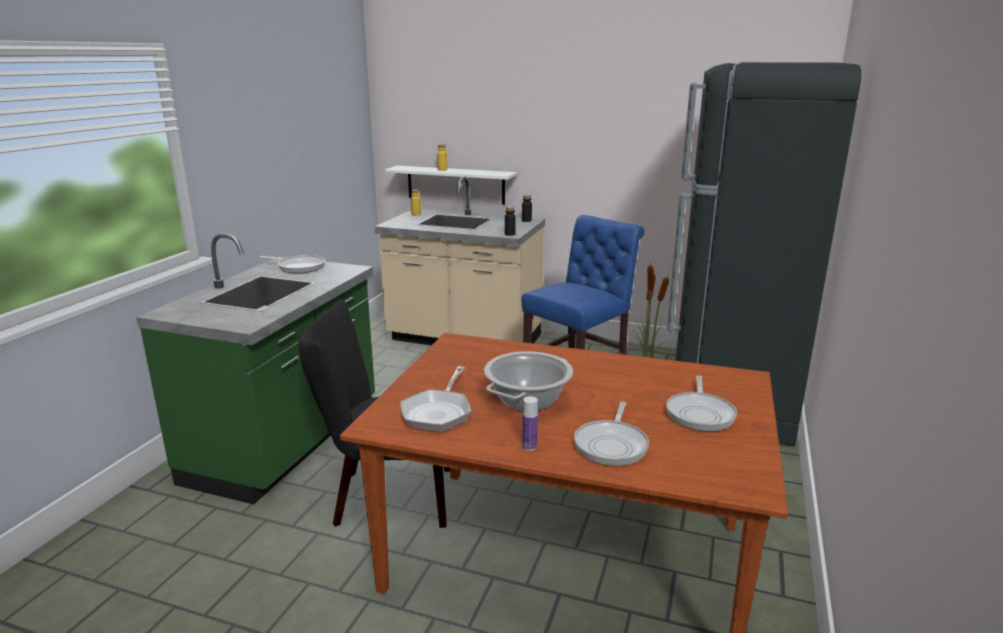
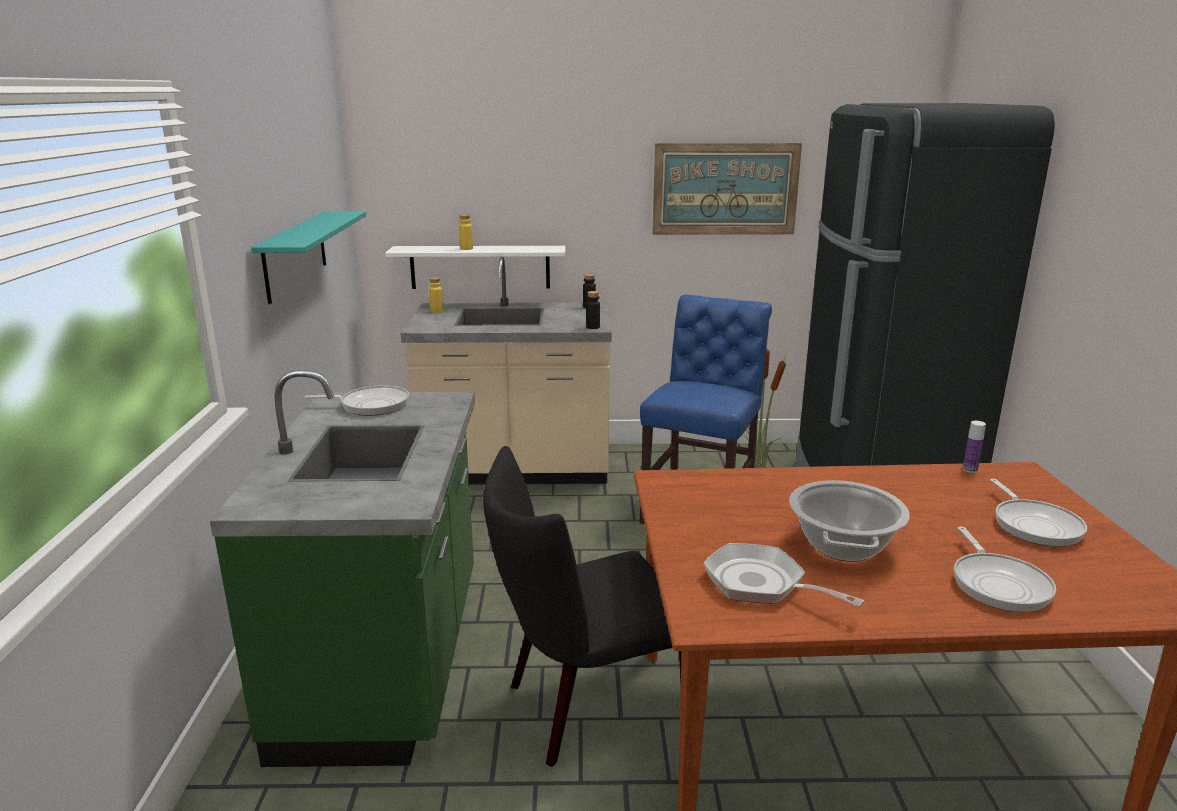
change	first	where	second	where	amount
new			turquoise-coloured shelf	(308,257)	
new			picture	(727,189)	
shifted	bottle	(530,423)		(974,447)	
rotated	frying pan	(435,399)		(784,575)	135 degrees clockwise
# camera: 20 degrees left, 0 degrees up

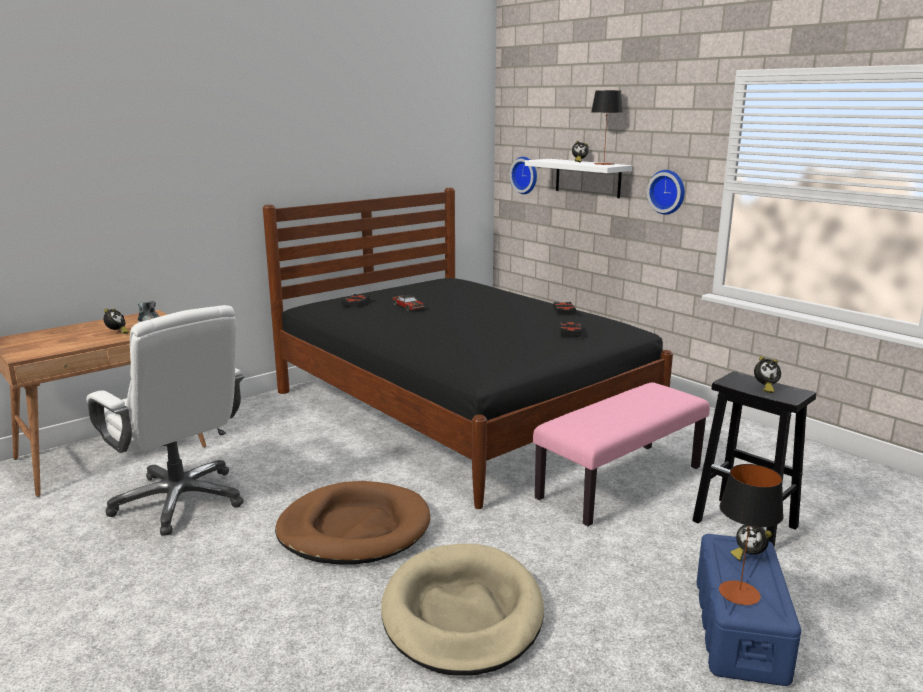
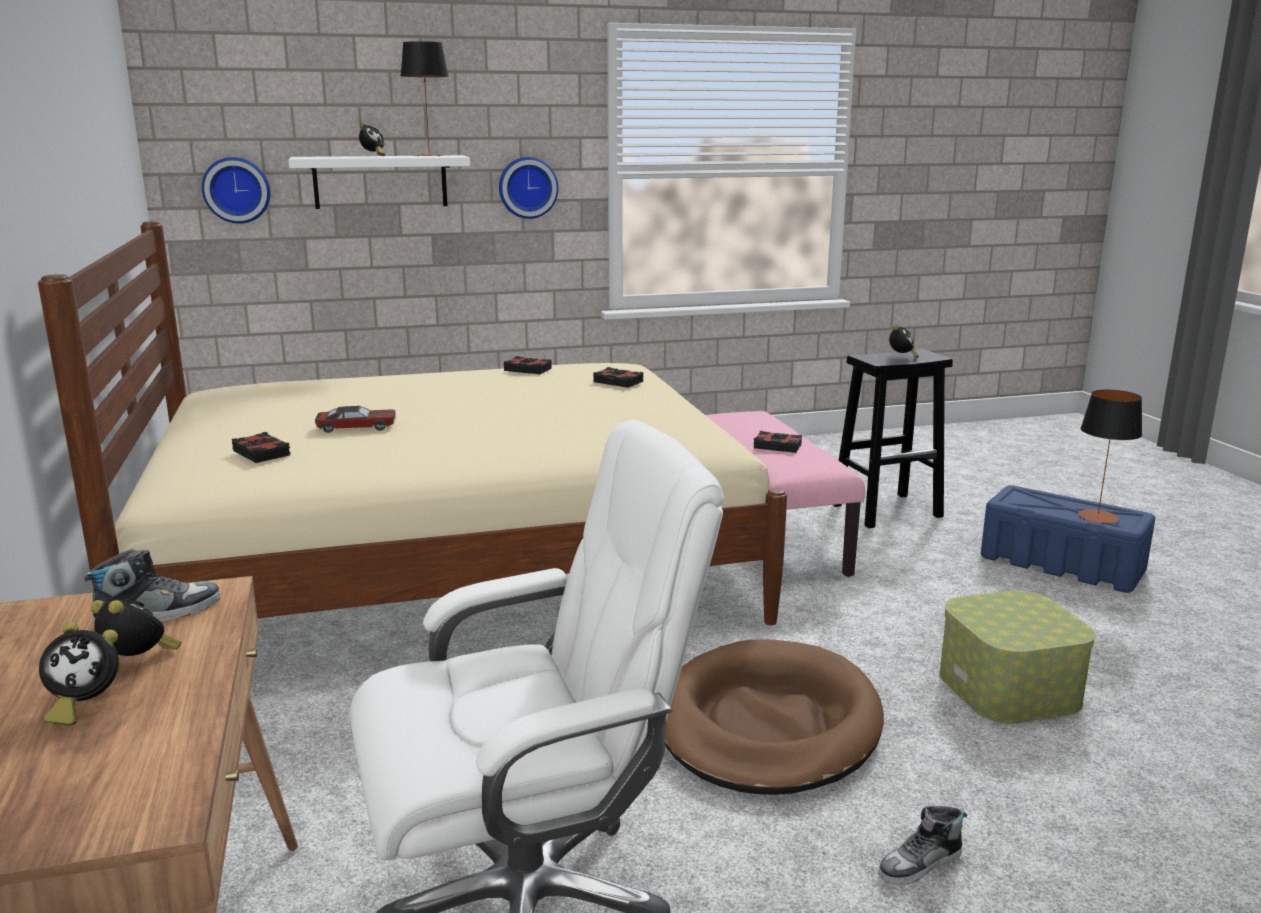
change	first	where	second	where	amount
new			blackish volume	(778,442)	
new			item of footwear	(922,846)	
shifted	table clock	(751,543)		(79,674)	
swapped	beige-coloured dog cushion	(462,610)	storage bin	(1017,657)	
repainted	blackish bed	(468,348)	beige-coloured bed	(412,423)	
# camera: 65 degrees left, 0 degrees up

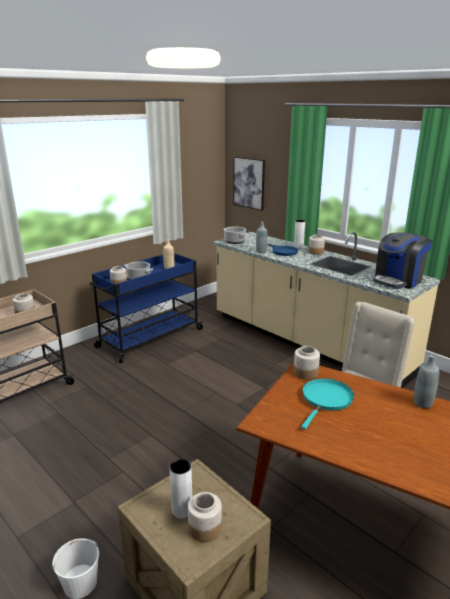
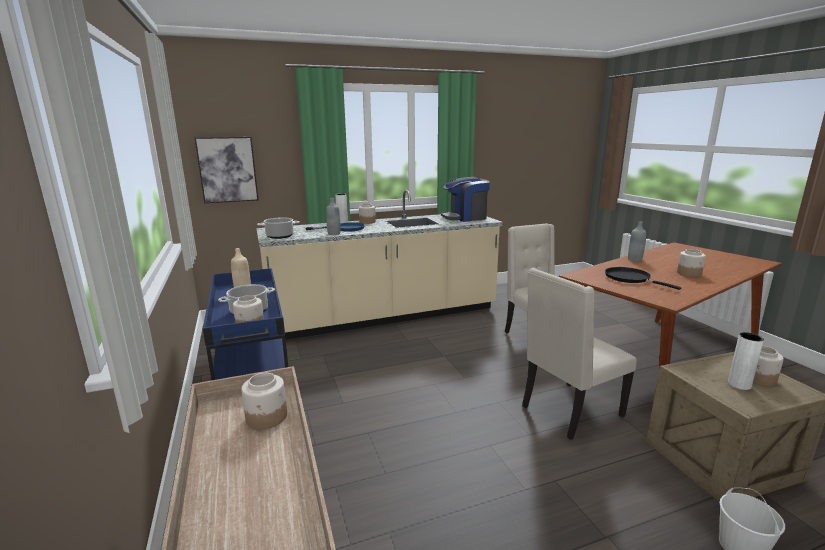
change	first	where	second	where	amount
new			beige-coloured chair	(579,354)	
shifted	preserve jar	(306,363)		(691,263)	
repainted	turquoise-coloured frying pan	(327,404)	blackish frying pan	(643,278)	
rotated	coffee machine	(403,260)		(465,199)	90 degrees clockwise
# camera: 65 degrees left, 5 degrees down

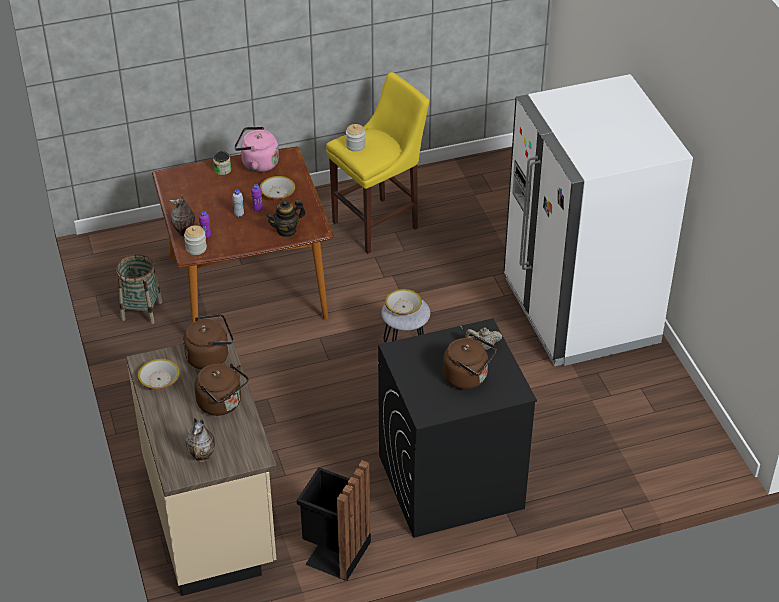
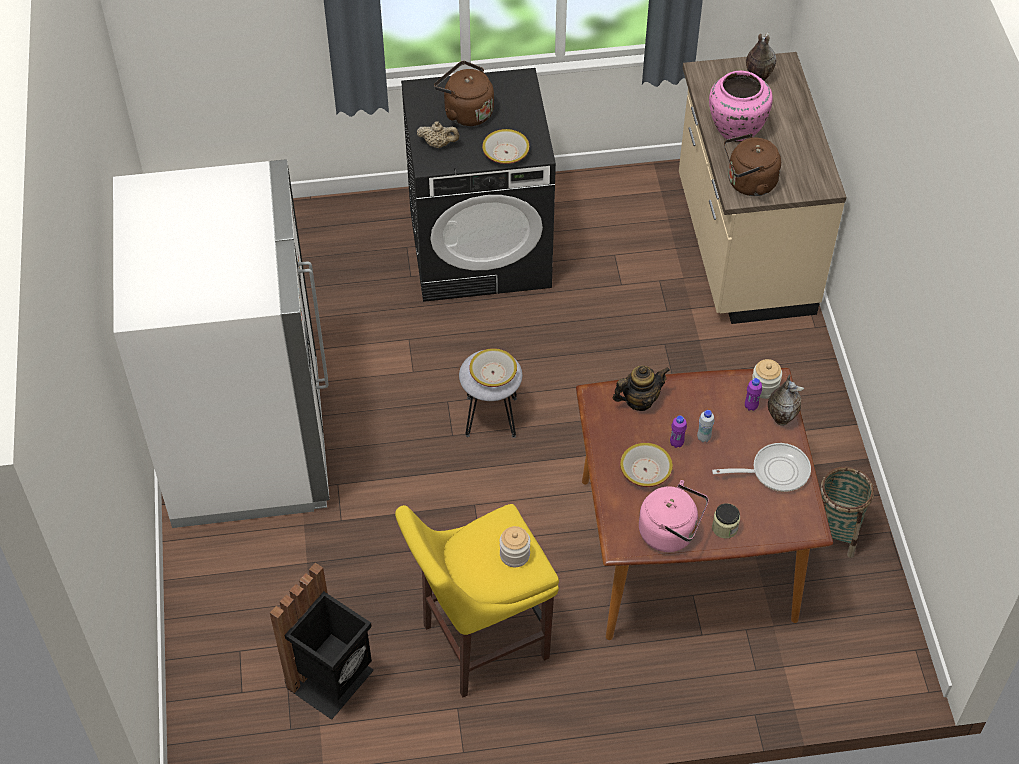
change	first	where	second	where	amount
new			frying pan	(761,467)	
shifted	bowl	(159,374)		(506,146)	
shifted	blackish trash can	(333,520)		(322,641)	
swapped	brown tea kettle	(221,389)	pinkish decorative vase	(741,106)	
# camera: 170 degrees left, 10 degrees up

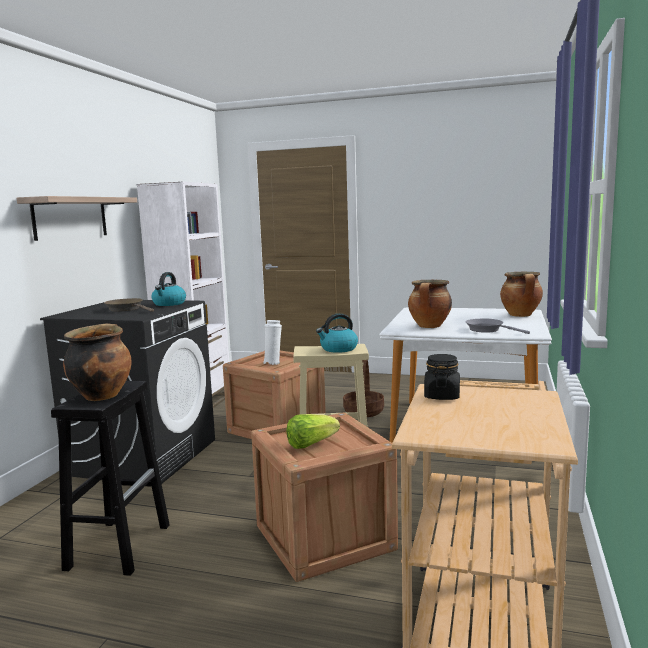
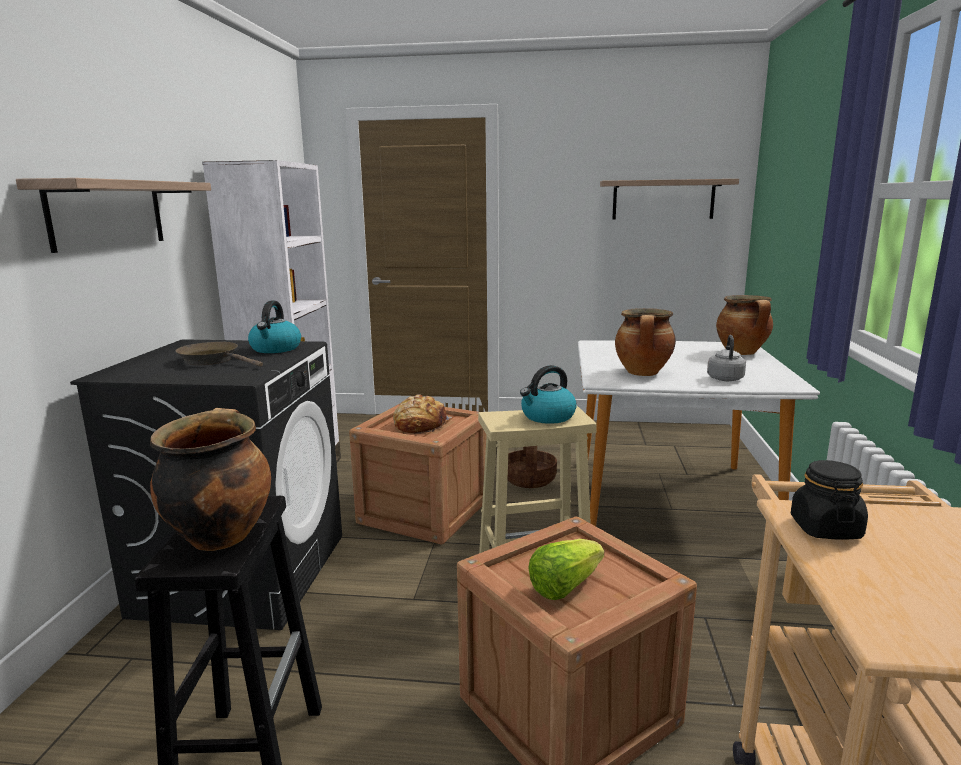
change	first	where	second	where	amount
new			shelf	(669,199)	
swapped	white-coloured decorative vase	(272,342)	baked bread	(422,414)	
swapped	grey frying pan	(497,326)	grey tea kettle	(726,358)	
# camera: 10 degrees left, 5 degrees up

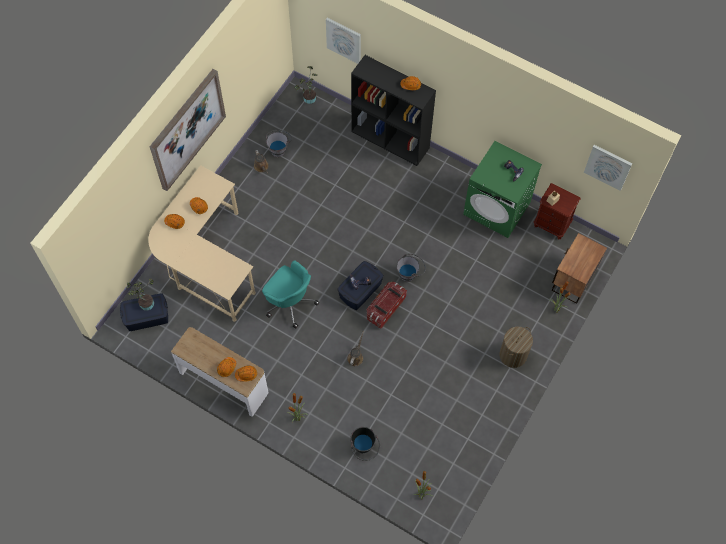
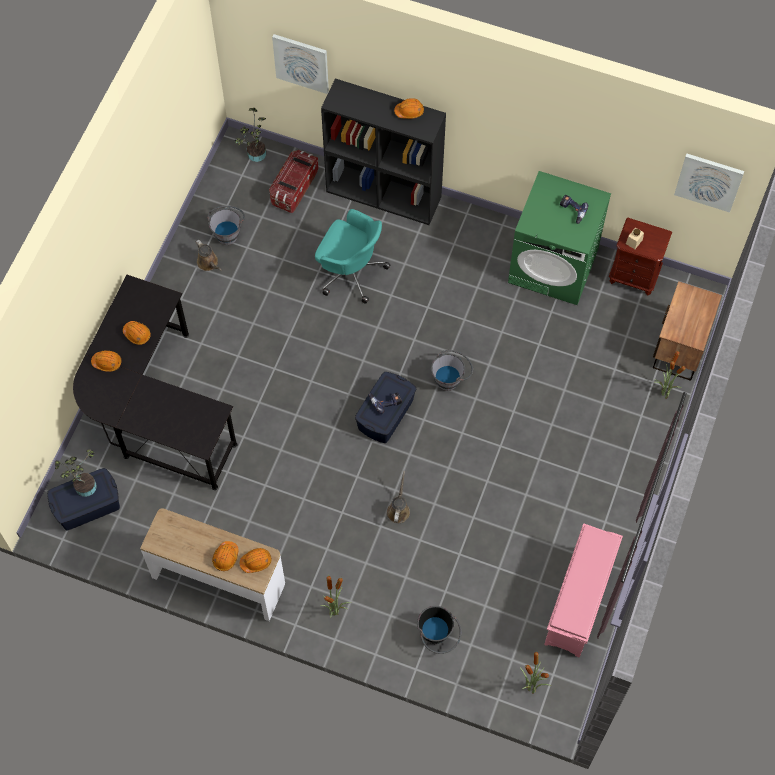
change	first	where	second	where	amount
gone	picture	(187,130)			
gone	laundry basket	(516,347)			
new			pinkish shoe shelf	(583,590)	
shifted	turquoise-coloured computer chair	(290,294)		(352,256)	
shifted	storage bin	(387,305)		(294,181)	
repainted	beige-coloured desk unit	(202,243)	blackish desk unit	(155,382)	
# camera: 10 degrees left, 0 degrees up

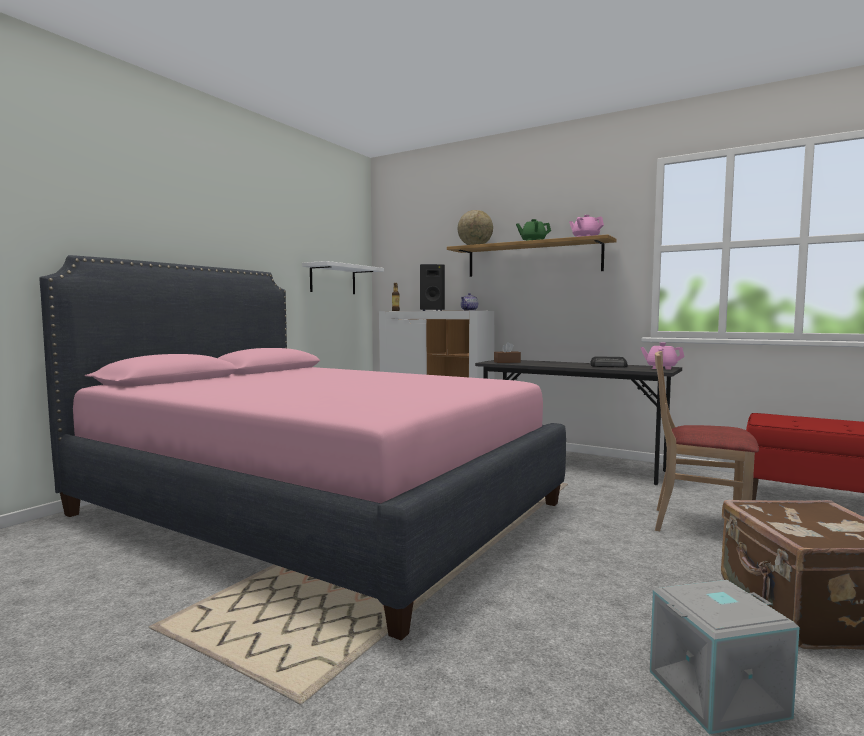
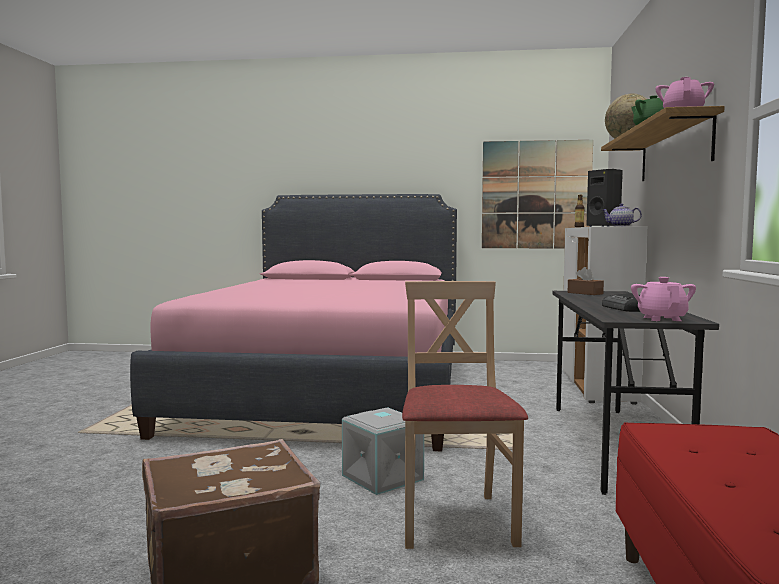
change	first	where	second	where	amount
shifted	grey storage bin	(725,657)		(383,451)	
swapped	white-coloured shelf	(343,277)	picture	(537,194)	
# camera: 65 degrees right, 0 degrees up

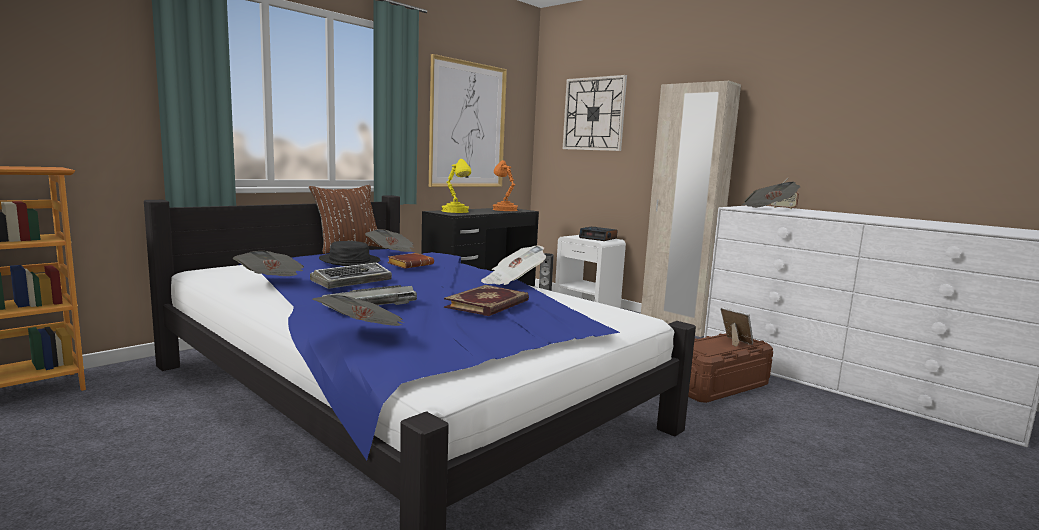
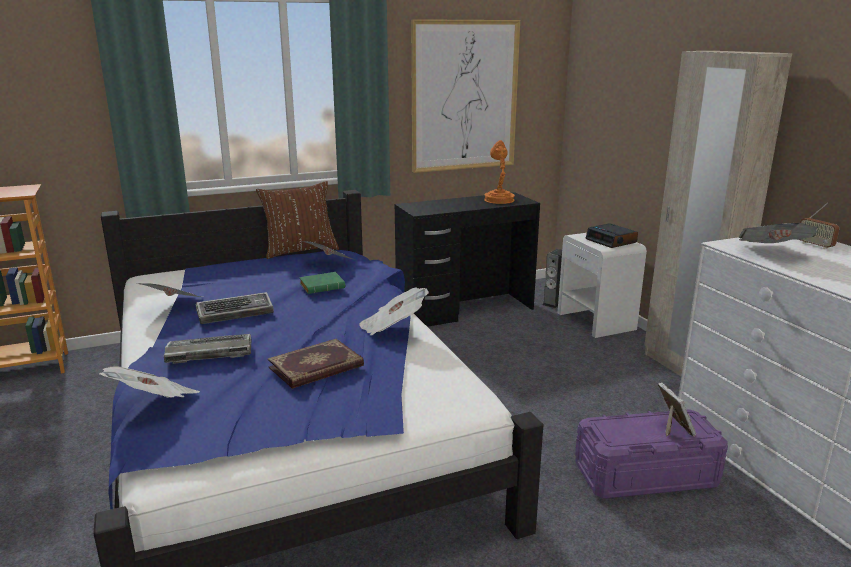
change	first	where	second	where	amount
gone	blackish wearable hat	(349,253)			
gone	yellow-coloured tabletop lamp	(456,186)			
gone	hanging clock	(595,113)			
repainted	brown volume	(410,261)	greenish volume	(322,283)	
repainted	brown storage bin	(730,368)	purple-coloured storage bin	(651,454)	
# camera: 25 degrees right, 10 degrees up

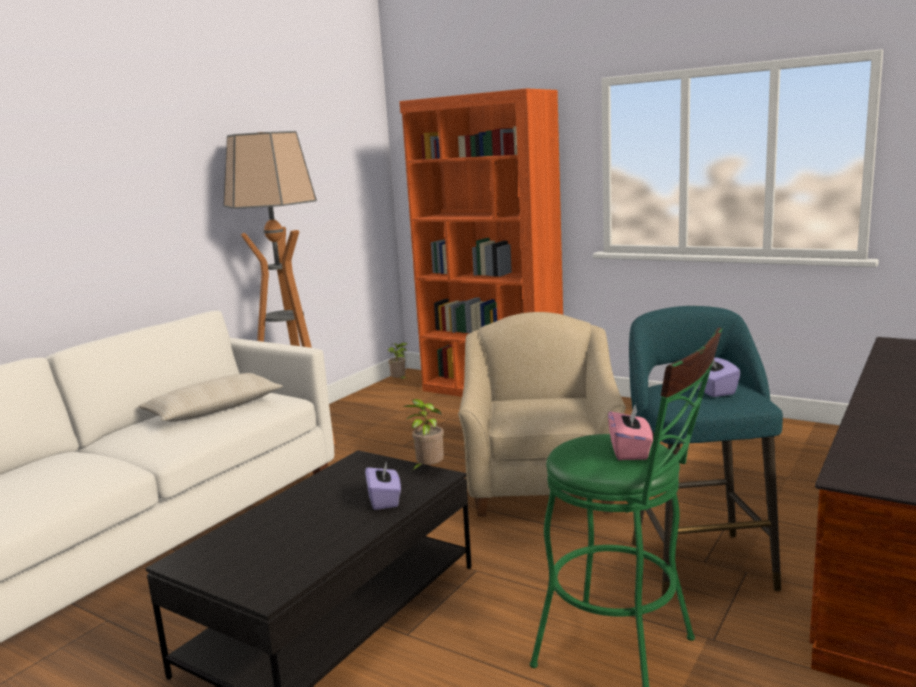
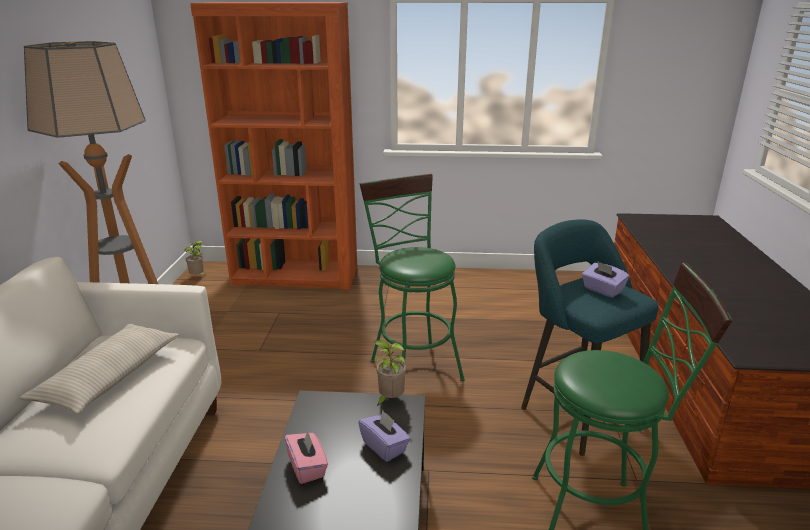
change	first	where	second	where	amount
shifted	pinkish tissue box	(630,431)		(306,457)	
swapped	beige-coloured lounge chair	(542,414)	greenish stool	(412,277)	
# camera: 30 degrees left, 10 degrees up

